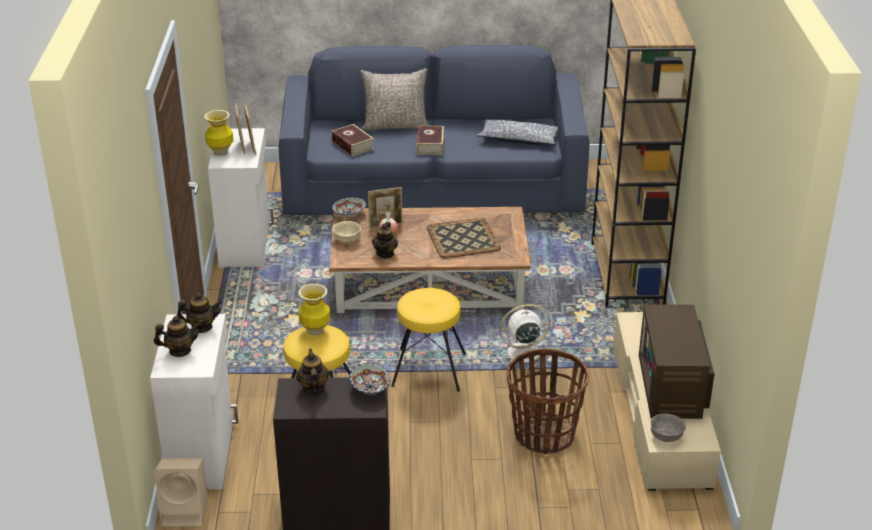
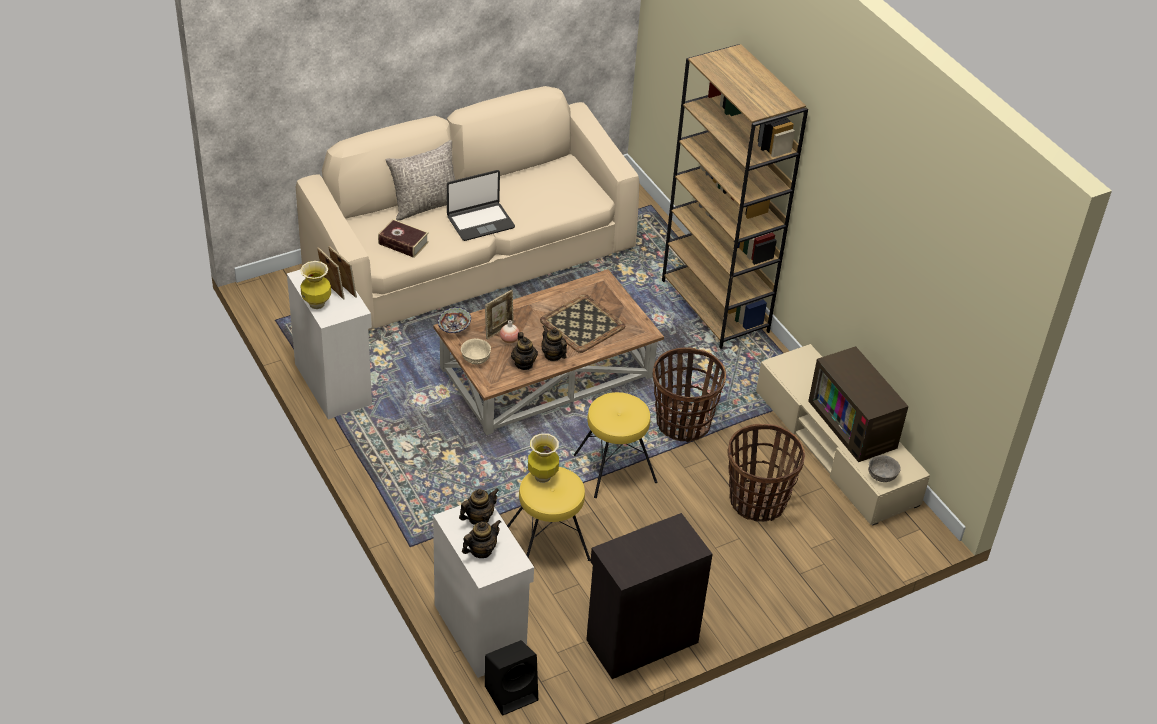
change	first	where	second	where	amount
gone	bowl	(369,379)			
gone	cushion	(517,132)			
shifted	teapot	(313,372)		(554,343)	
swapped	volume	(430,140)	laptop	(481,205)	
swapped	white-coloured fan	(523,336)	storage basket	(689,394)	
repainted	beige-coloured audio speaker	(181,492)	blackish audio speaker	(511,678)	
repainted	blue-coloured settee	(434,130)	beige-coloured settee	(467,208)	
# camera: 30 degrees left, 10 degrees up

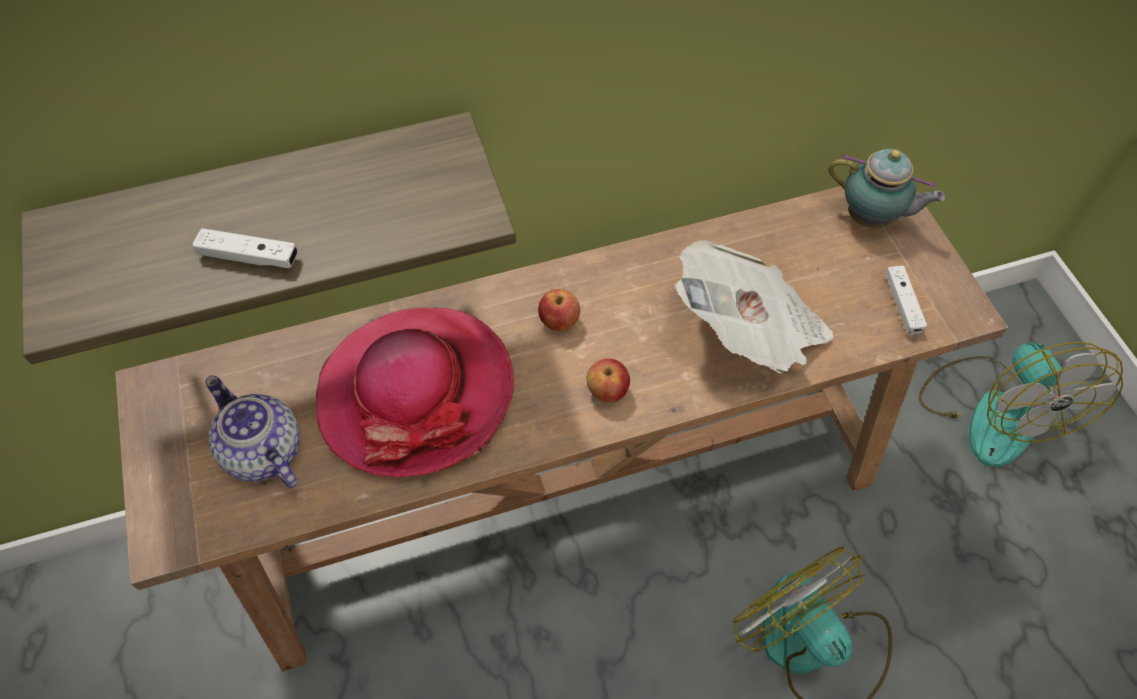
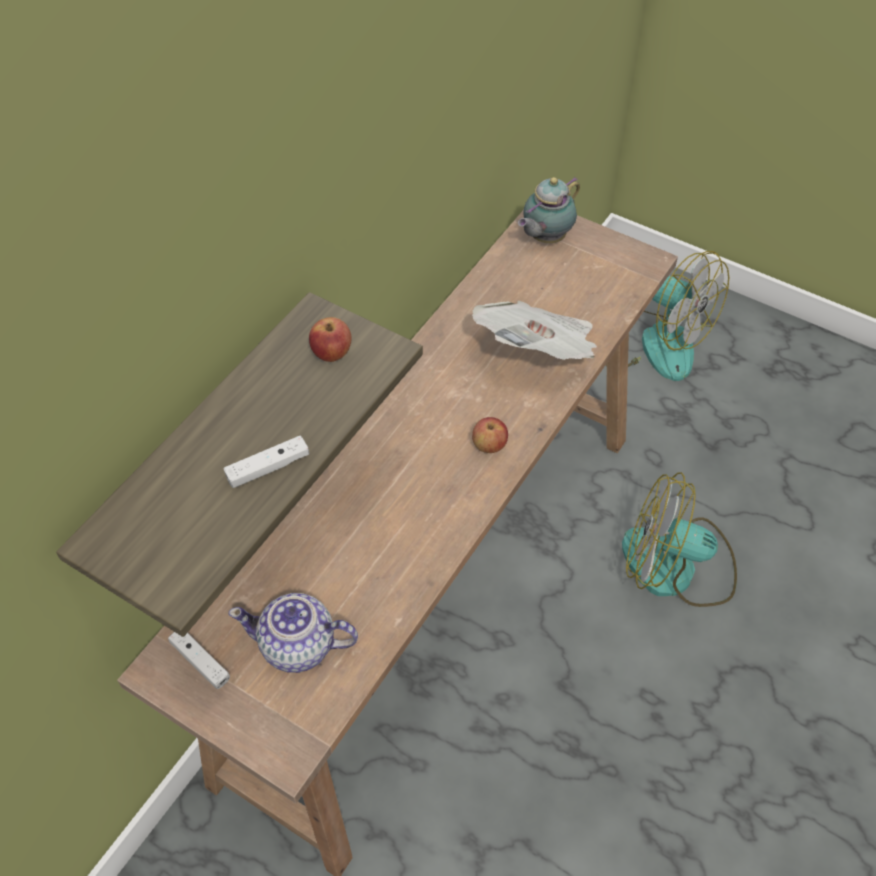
change	first	where	second	where	amount
gone	wearable hat	(415,393)			
shifted	apple	(559,310)		(330,339)	
shifted	white-coloured gamepad	(906,300)		(199,660)	
rotated	teapot	(887,188)		(549,210)	150 degrees clockwise
# camera: 40 degrees left, 5 degrees down

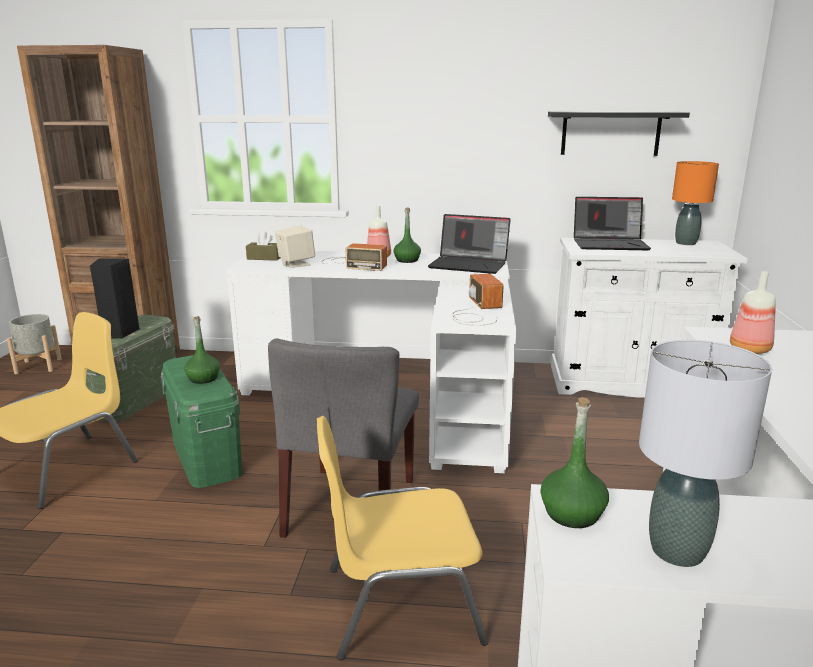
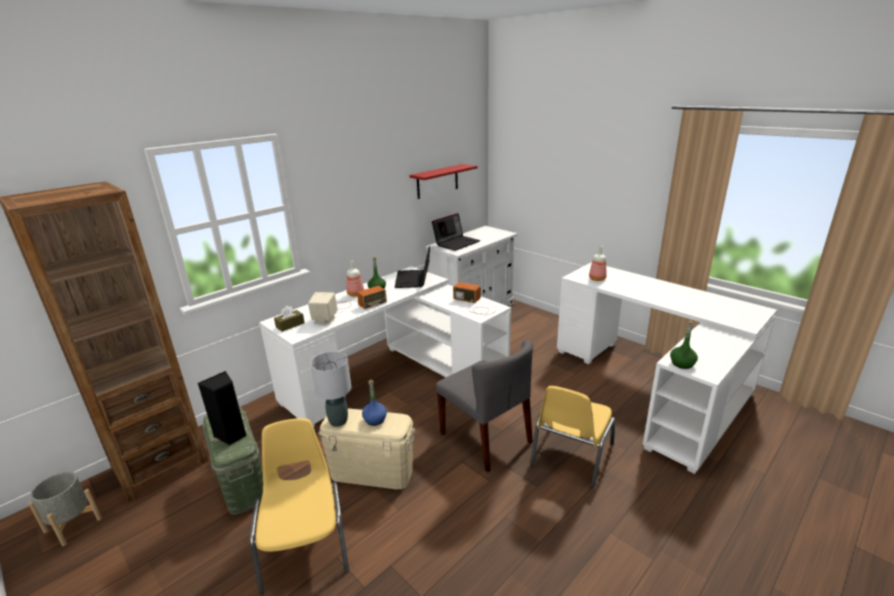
change	first	where	second	where	amount
gone	orangey tabletop lamp	(695,203)			
shifted	grey tabletop lamp	(705,453)		(331,389)	
repainted	greenish storage bin	(201,421)	beige-coloured storage bin	(366,448)	
repainted	greenish bottle	(202,350)	blue-coloured bottle	(374,403)	
repainted	blackish shelf	(619,133)	red-coloured shelf	(443,181)	
rotated	laptop	(469,244)		(412,266)	120 degrees clockwise
# camera: 50 degrees left, 5 degrees up

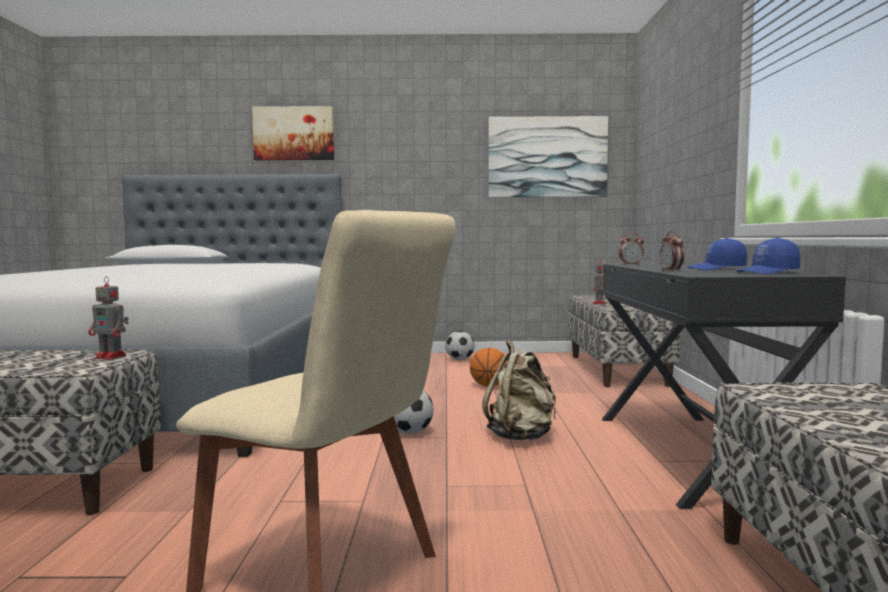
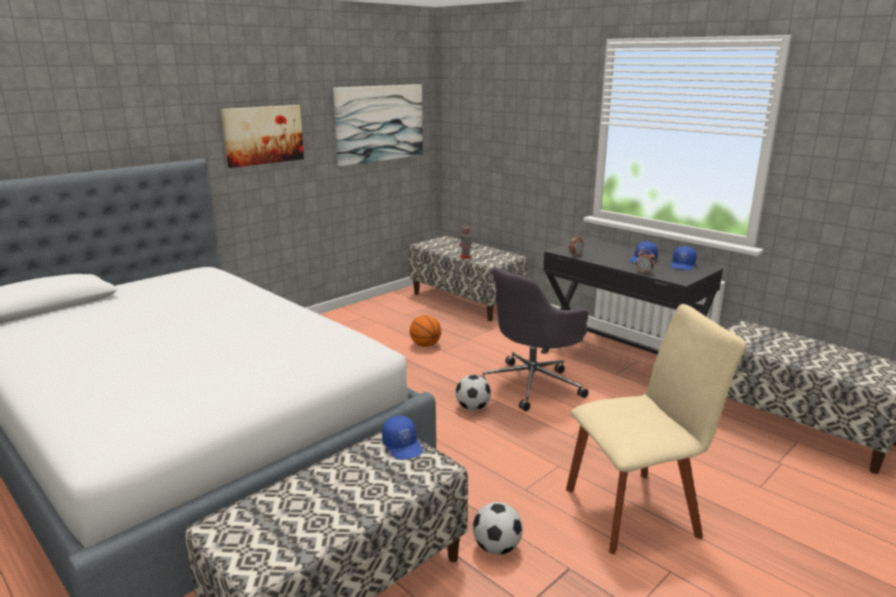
change	first	where	second	where	amount
shifted	picture	(293,133)		(262,136)	
shifted	football	(460,345)		(498,528)	
swapped	toy robot	(108,318)	blue-coloured cap	(402,438)	
swapped	beige-coloured backpack	(519,390)	grey computer chair	(533,339)	
# camera: 45 degrees left, 15 degrees up

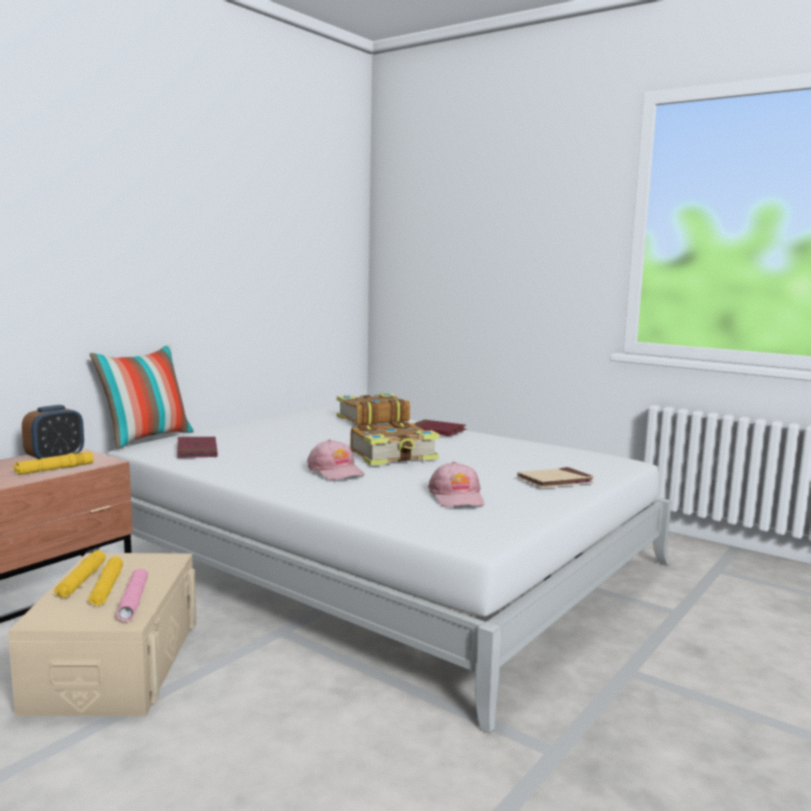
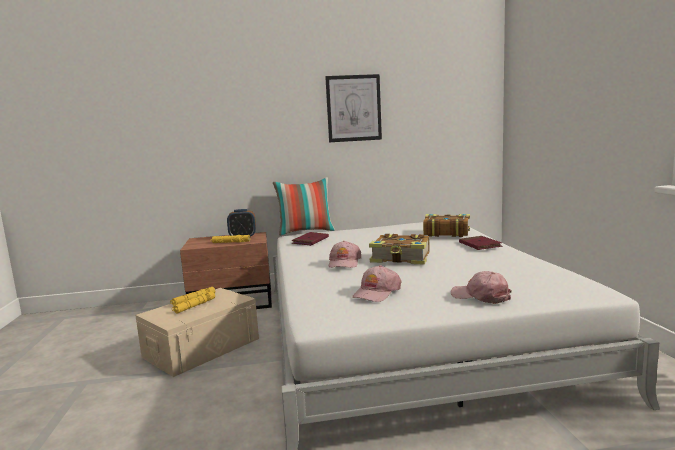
change	first	where	second	where	amount
gone	pinkish hand torch	(132,595)			
new			picture	(353,108)	
swapped	beige-coloured volume	(555,477)	pinkish cap	(481,287)	
# camera: 45 degrees right, 0 degrees up

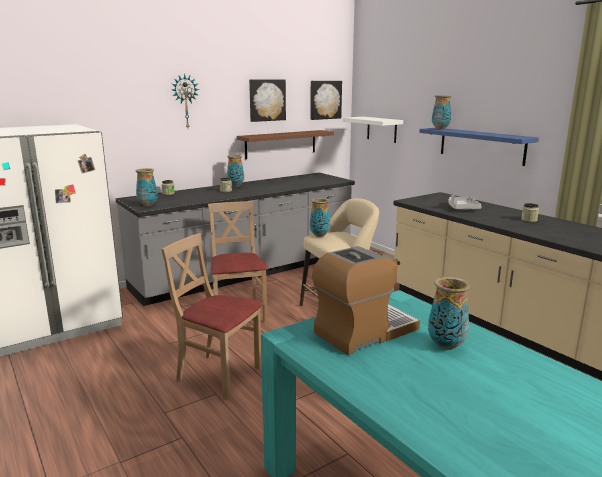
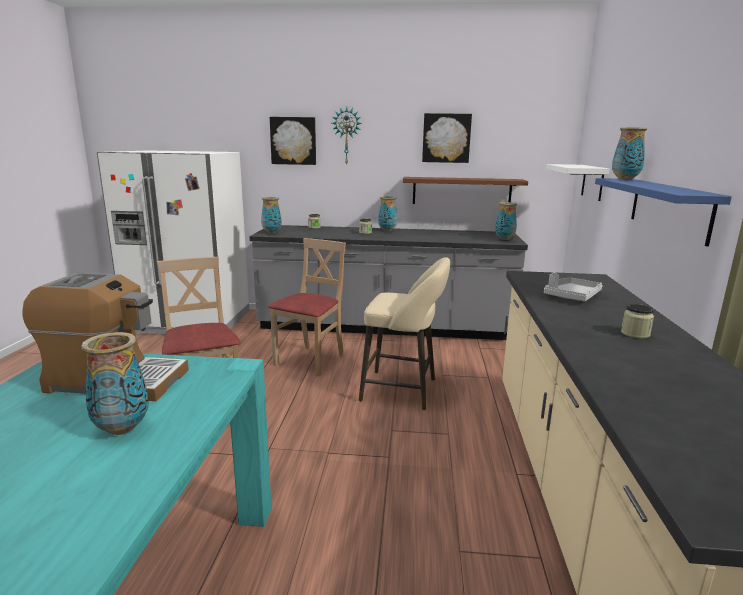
change	first	where	second	where	amount
shifted	picture	(326,100)		(293,141)	
shifted	decorative vase	(320,217)		(506,221)	
# camera: 40 degrees right, 0 degrees up

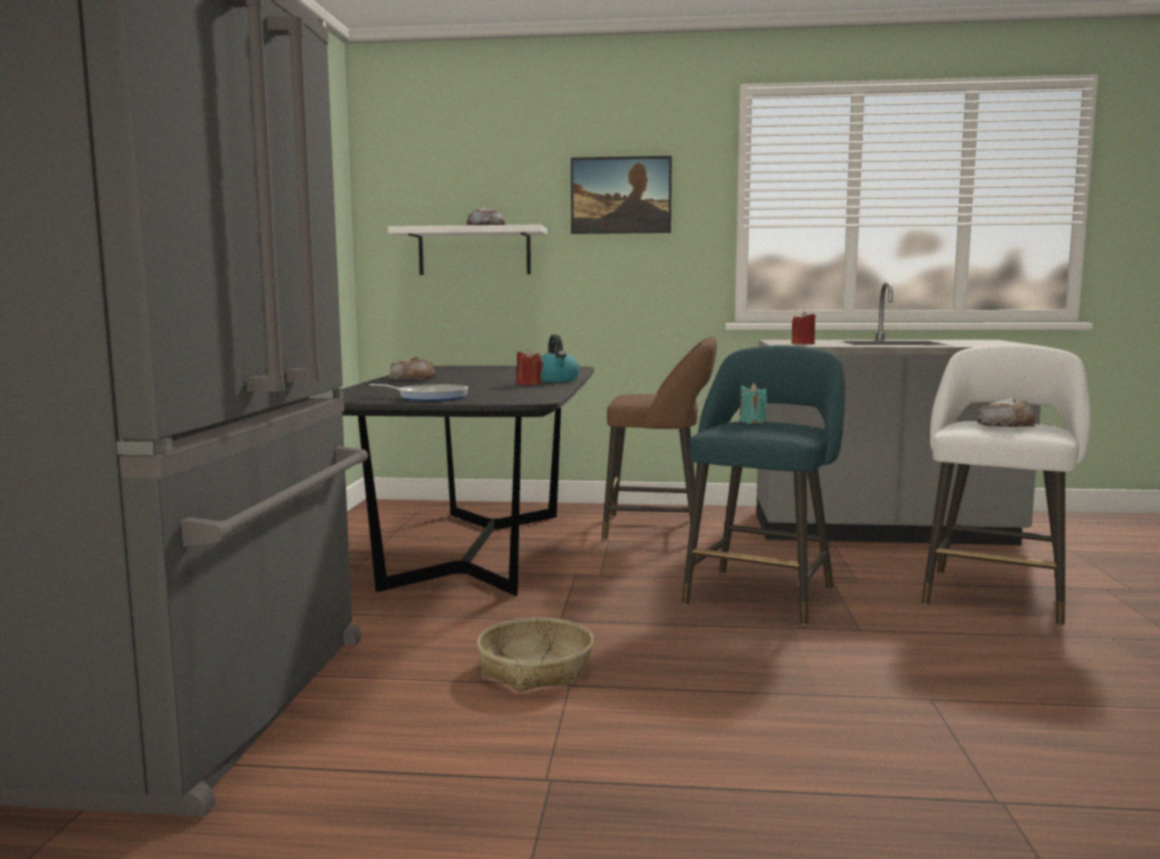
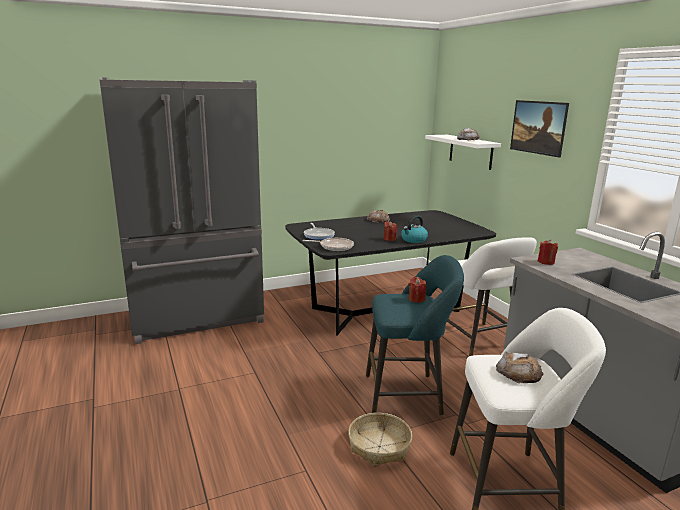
change	first	where	second	where	amount
new			frying pan	(328,244)	
shifted	storage basket	(535,654)		(380,440)	
repainted	brown stool	(659,438)	white-coloured stool	(492,296)	
repainted	turquoise-coloured candle	(753,403)	red-coloured candle	(417,290)	
# camera: 60 degrees right, 10 degrees up

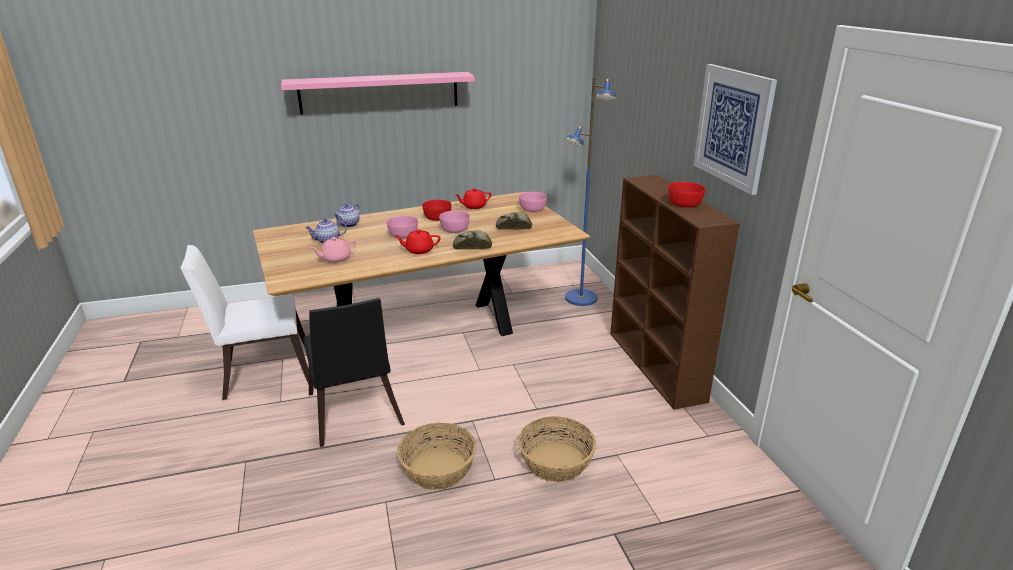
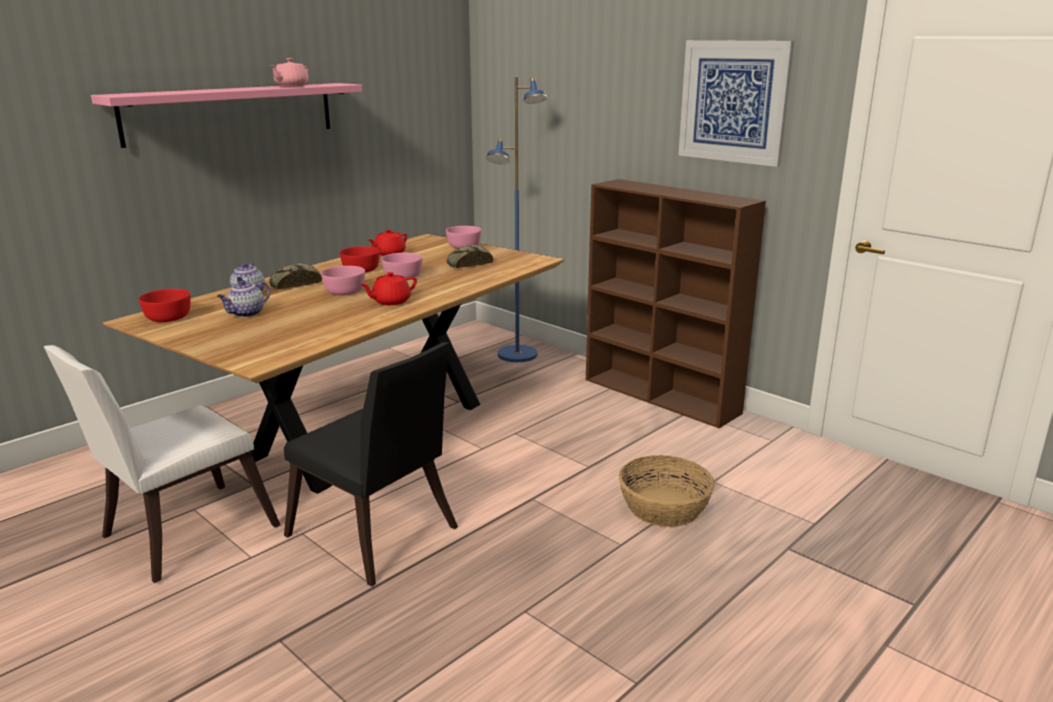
change	first	where	second	where	amount
gone	storage basket	(436,456)			
shifted	pinkish teapot	(333,250)		(289,72)	
shifted	baked bread	(472,240)		(295,276)	
shifted	red-coloured bowl	(687,195)		(165,305)	
# camera: 30 degrees left, 5 degrees down

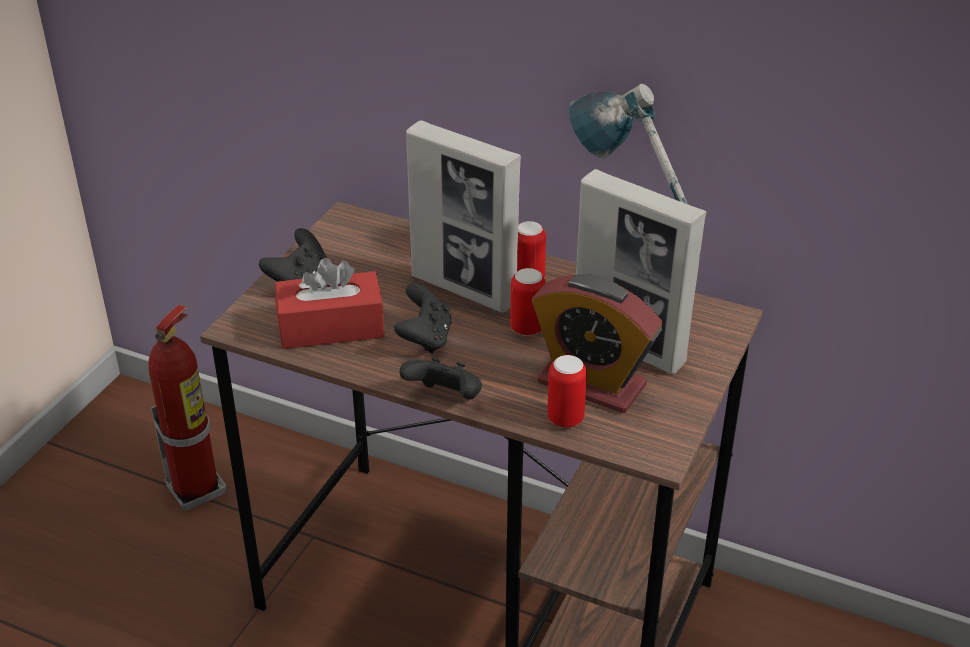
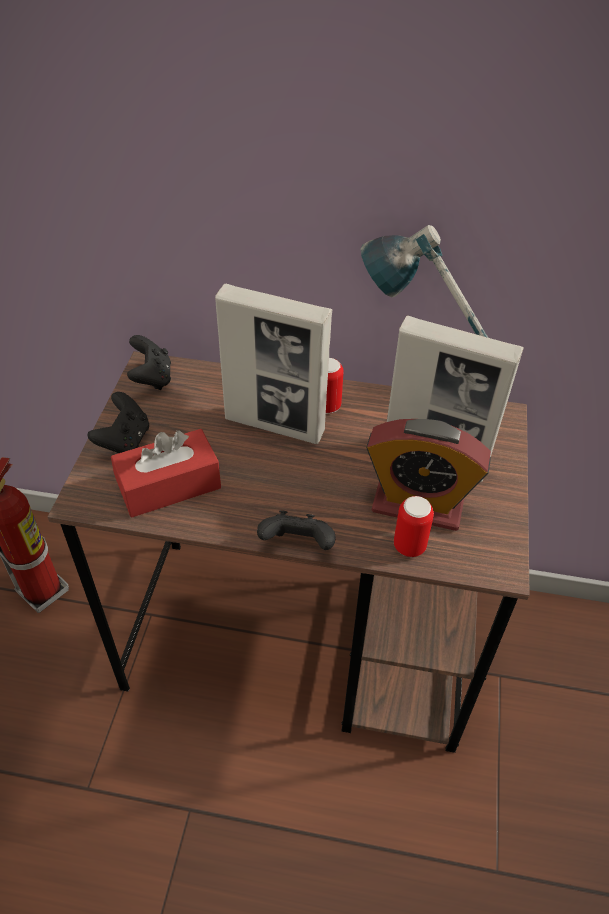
change	first	where	second	where	amount
gone	can	(528,302)			
shifted	blackish gamepad	(422,318)		(149,362)	
# camera: 15 degrees left, 10 degrees up

